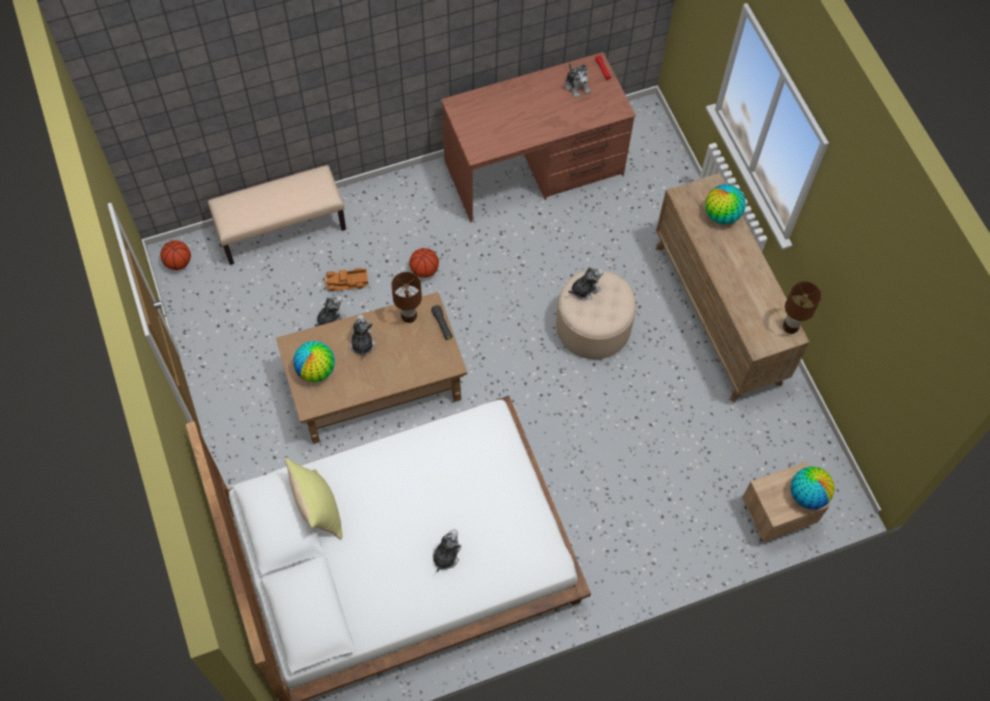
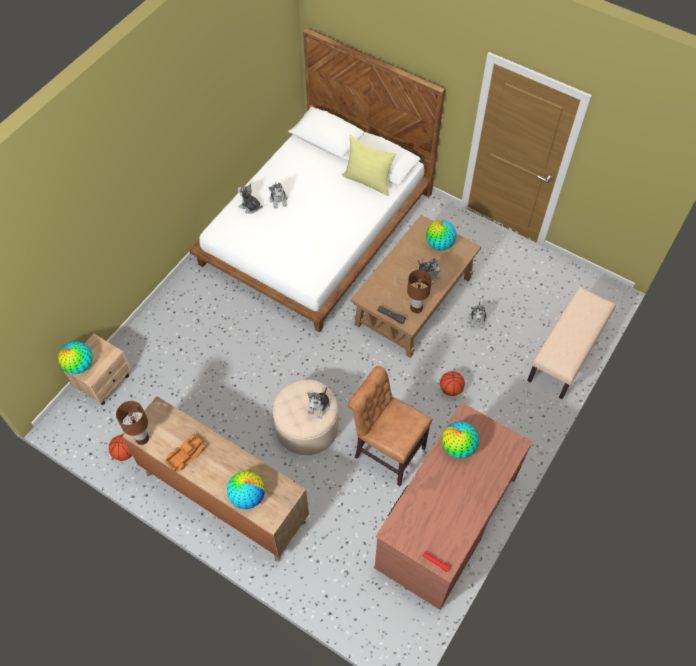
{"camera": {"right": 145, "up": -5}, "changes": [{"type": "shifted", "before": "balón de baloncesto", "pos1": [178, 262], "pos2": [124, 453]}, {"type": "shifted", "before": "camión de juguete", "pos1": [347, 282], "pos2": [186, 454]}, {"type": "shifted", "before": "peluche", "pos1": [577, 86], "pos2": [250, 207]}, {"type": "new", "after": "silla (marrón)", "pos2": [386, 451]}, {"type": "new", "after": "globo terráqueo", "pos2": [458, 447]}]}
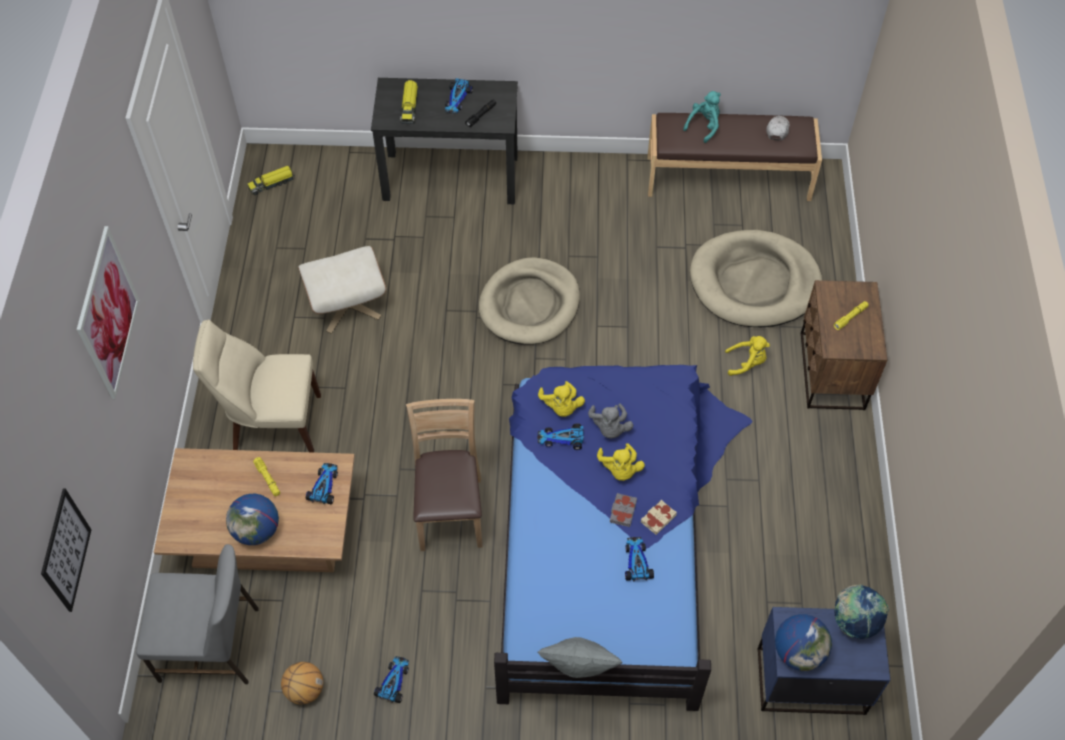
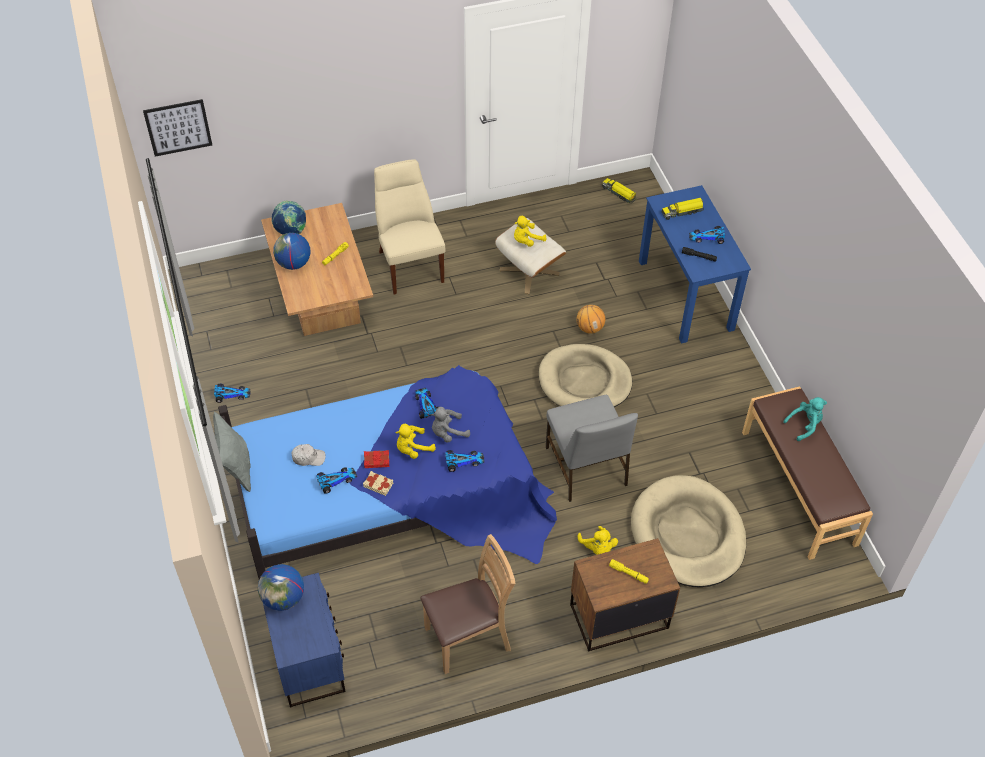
{"camera": {"right": 70, "up": -5}, "changes": [{"type": "shifted", "before": "globo terráqueo", "pos1": [854, 622], "pos2": [291, 231]}, {"type": "shifted", "before": "gorra (blanco)", "pos1": [777, 130], "pos2": [308, 457]}, {"type": "repainted", "before": "libro (gris)", "after": "libro (rojo)", "pos1": [622, 511], "pos2": [376, 460]}, {"type": "shifted", "before": "silla (marrón)", "pos1": [450, 512], "pos2": [468, 637]}, {"type": "shifted", "before": "coche de juguete", "pos1": [324, 486], "pos2": [463, 461]}, {"type": "shifted", "before": "peluche (amarillo)", "pos1": [561, 407], "pos2": [526, 241]}, {"type": "shifted", "before": "silla (gris)", "pos1": [211, 645], "pos2": [586, 468]}, {"type": "shifted", "before": "balón de baloncesto", "pos1": [304, 690], "pos2": [589, 328]}, {"type": "repainted", "before": "escritorio (negro)", "after": "escritorio (azul)", "pos1": [451, 177], "pos2": [685, 295]}, {"type": "rotated", "before": "peluche (turquesa)", "pos1": [704, 126], "pos2": [805, 425], "turn": -45}, {"type": "gone", "before": "cuadro", "pos1": [108, 313]}]}
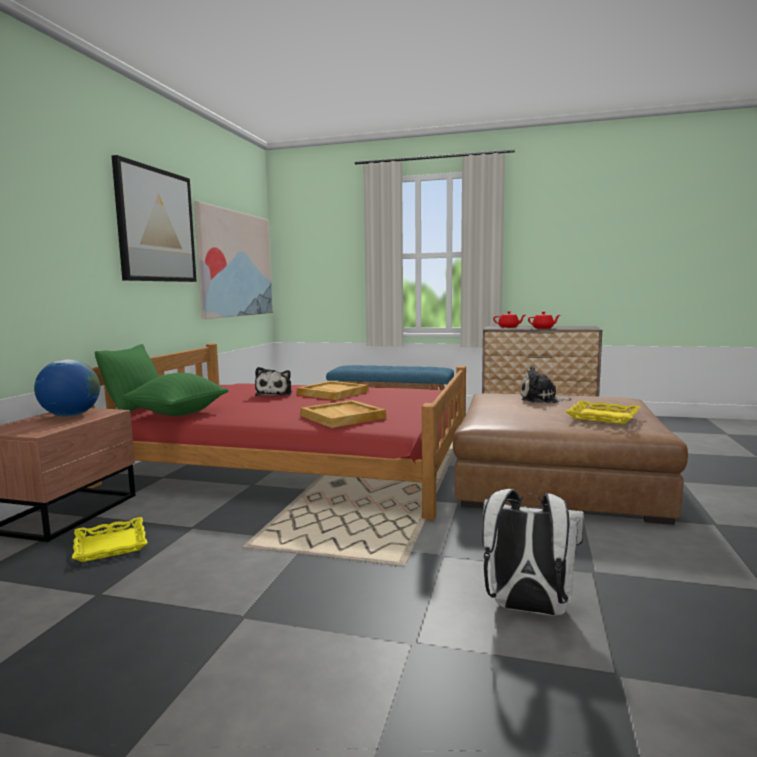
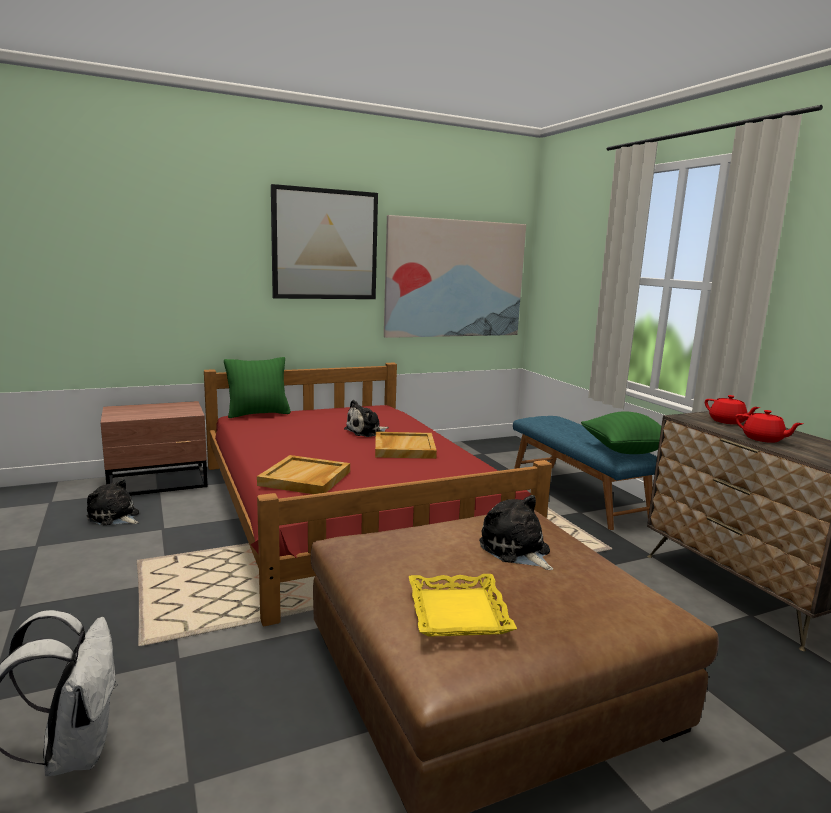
{"camera": {"right": 50, "up": 5}, "changes": [{"type": "swapped", "before": "bandeja (amarillo)", "after": "peluche", "pos1": [111, 545], "pos2": [114, 517]}, {"type": "shifted", "before": "cojín (verde)", "pos1": [178, 413], "pos2": [625, 450]}, {"type": "gone", "before": "globo terráqueo", "pos1": [70, 415]}]}
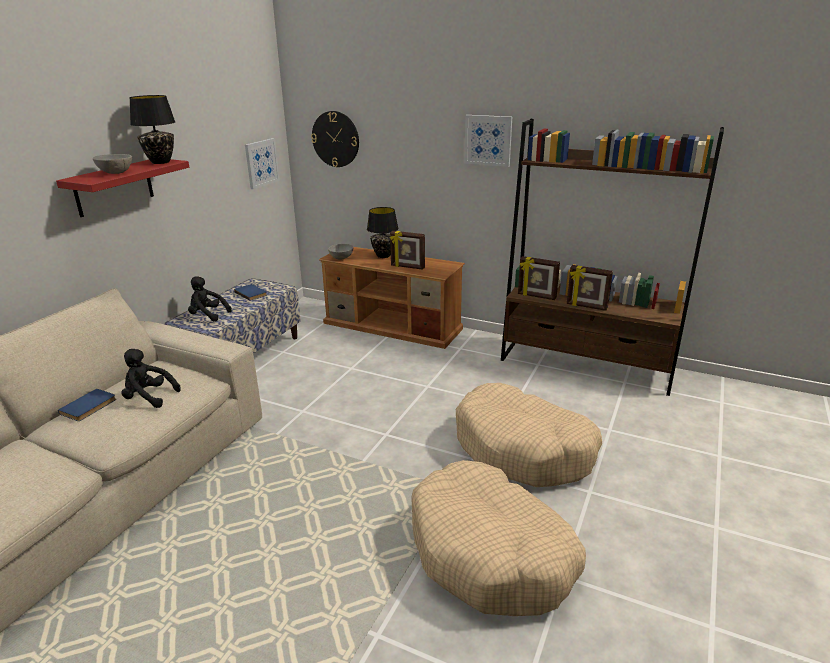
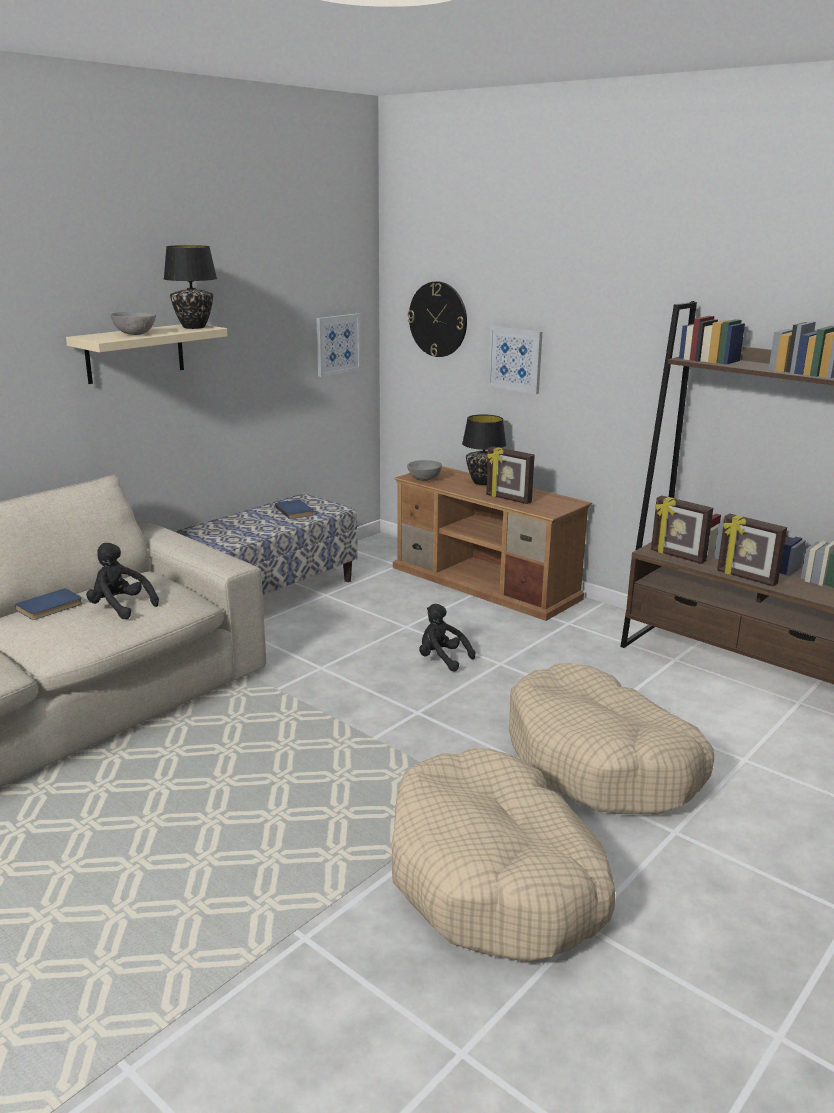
{"camera": {"right": 15, "up": -5}, "changes": [{"type": "repainted", "before": "estante (rojo)", "after": "estante (beis)", "pos1": [114, 187], "pos2": [135, 353]}, {"type": "shifted", "before": "peluche (negro)", "pos1": [207, 315], "pos2": [442, 659]}, {"type": "shifted", "before": "cuadro", "pos1": [488, 140], "pos2": [515, 359]}]}
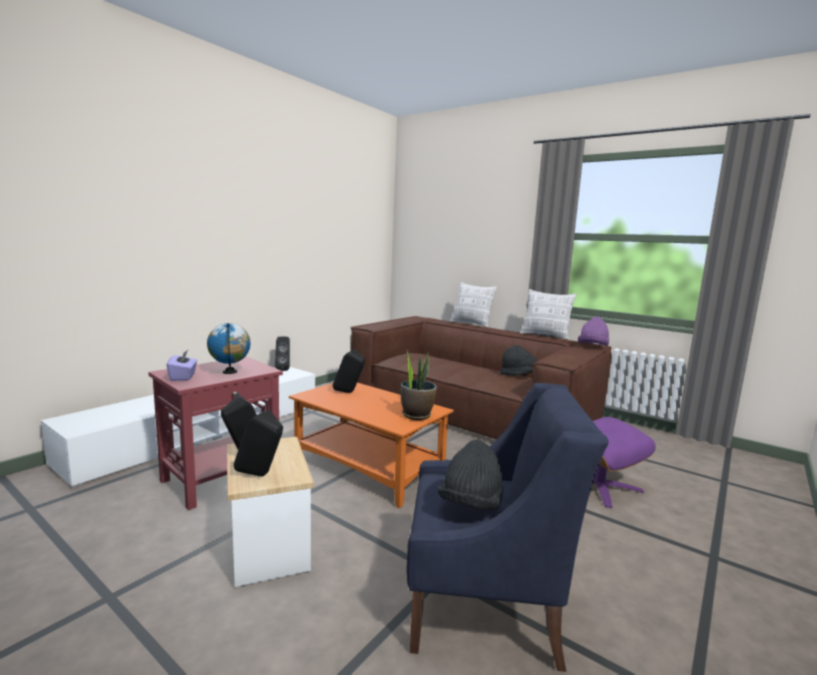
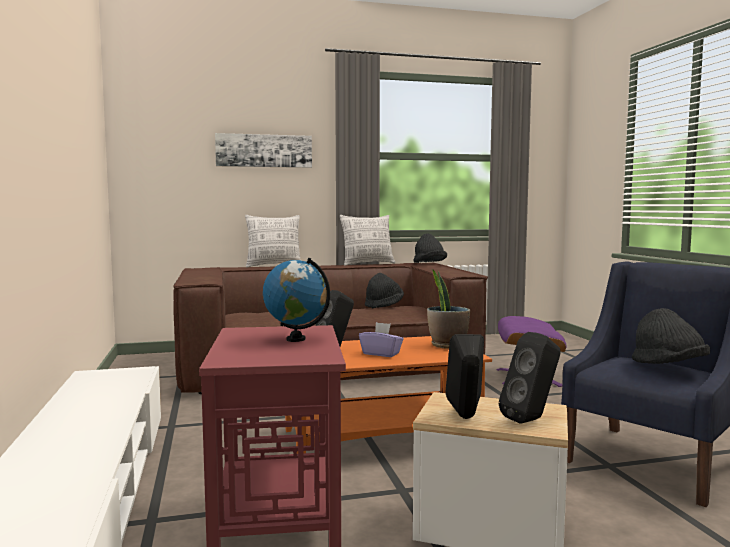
{"camera": {"right": -50, "up": -5}, "changes": [{"type": "new", "after": "cuadro", "pos2": [264, 151]}, {"type": "shifted", "before": "caja de pañuelos (morado)", "pos1": [183, 377], "pos2": [381, 353]}, {"type": "repainted", "before": "sombrero (morado)", "after": "sombrero (negro)", "pos1": [592, 347], "pos2": [429, 264]}, {"type": "gone", "before": "altavoz (negro)", "pos1": [283, 369]}]}
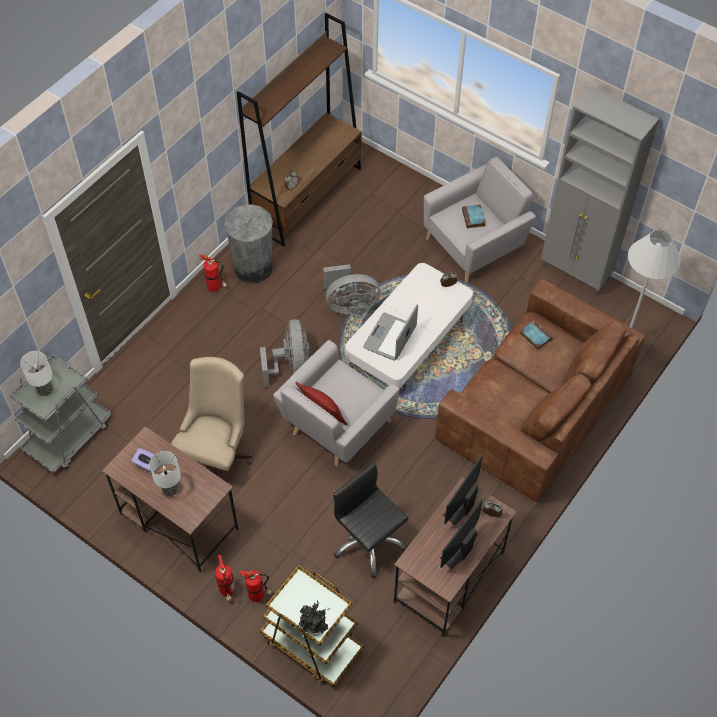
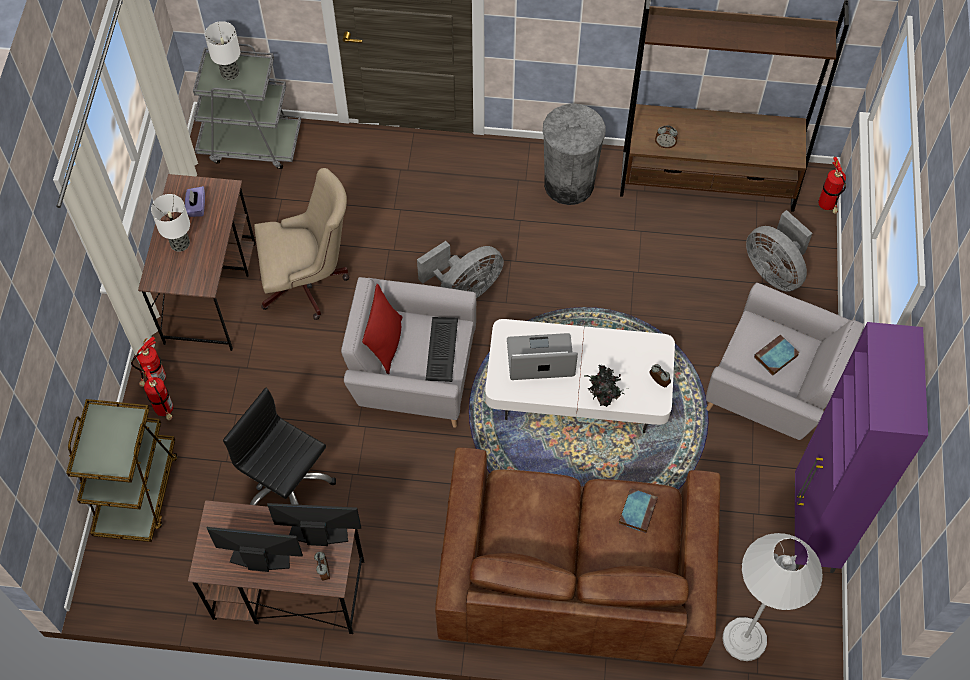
{"camera": {"right": 60, "up": 5}, "changes": [{"type": "rotated", "before": "silla de oficina (negro)", "pos1": [369, 542], "pos2": [287, 485], "turn": -75}, {"type": "new", "after": "teclado", "pos2": [441, 349]}, {"type": "shifted", "before": "planta en maceta", "pos1": [314, 628], "pos2": [603, 399]}, {"type": "shifted", "before": "ventilador (gris)", "pos1": [349, 305], "pos2": [774, 270]}, {"type": "repainted", "before": "armario (gris)", "after": "armario (morado)", "pos1": [575, 274], "pos2": [812, 529]}, {"type": "shifted", "before": "extintor", "pos1": [216, 288], "pos2": [827, 206]}]}
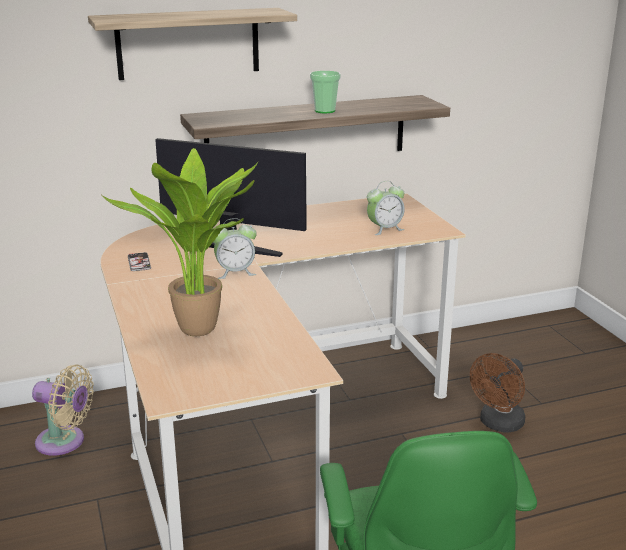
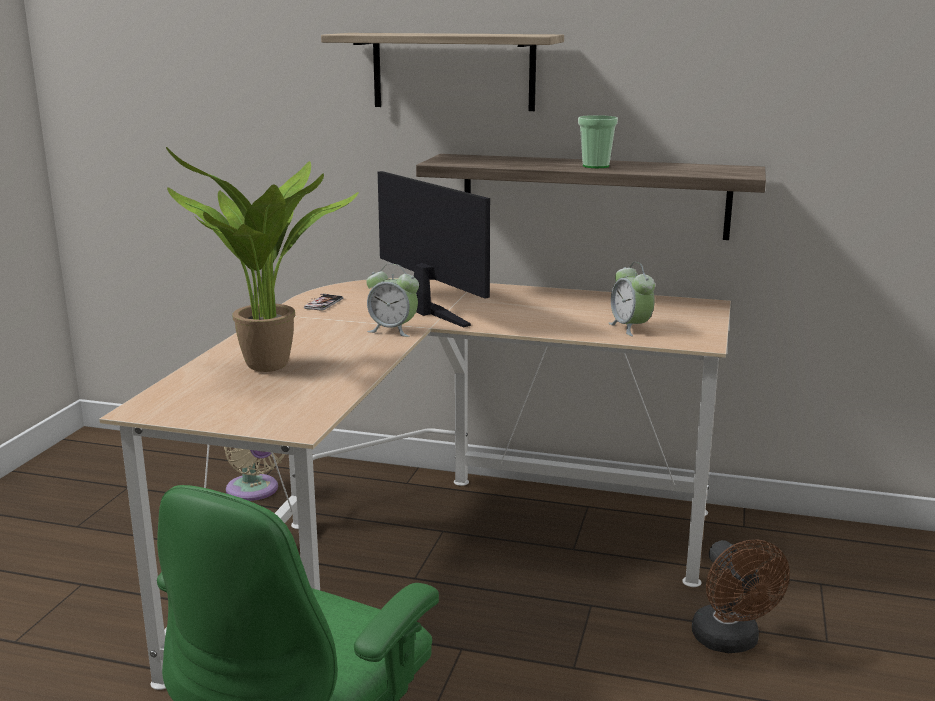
{"camera": {"right": 35, "up": -5}, "changes": [{"type": "rotated", "before": "despertador", "pos1": [385, 229], "pos2": [630, 328], "turn": 60}, {"type": "rotated", "before": "ventilador (marrón)", "pos1": [498, 424], "pos2": [730, 642], "turn": -90}]}
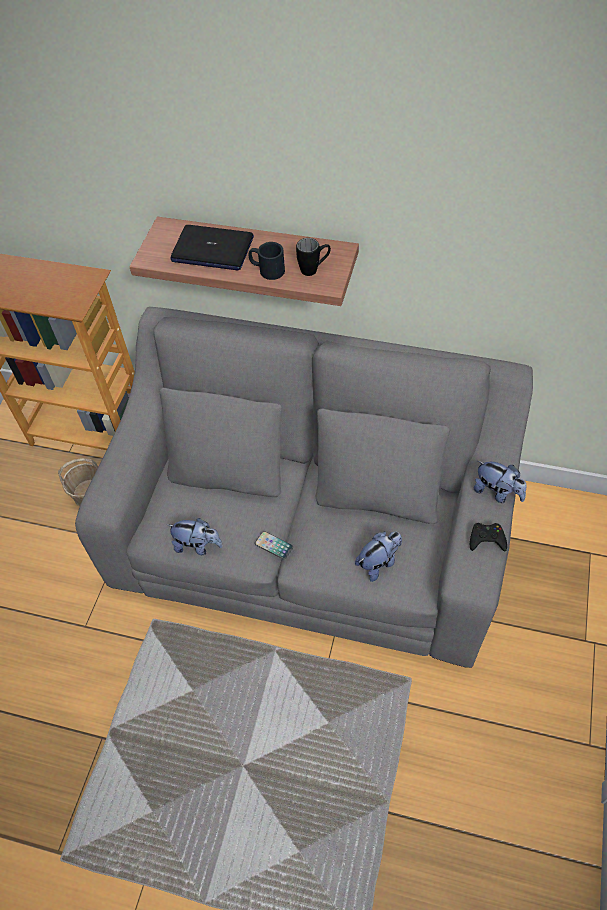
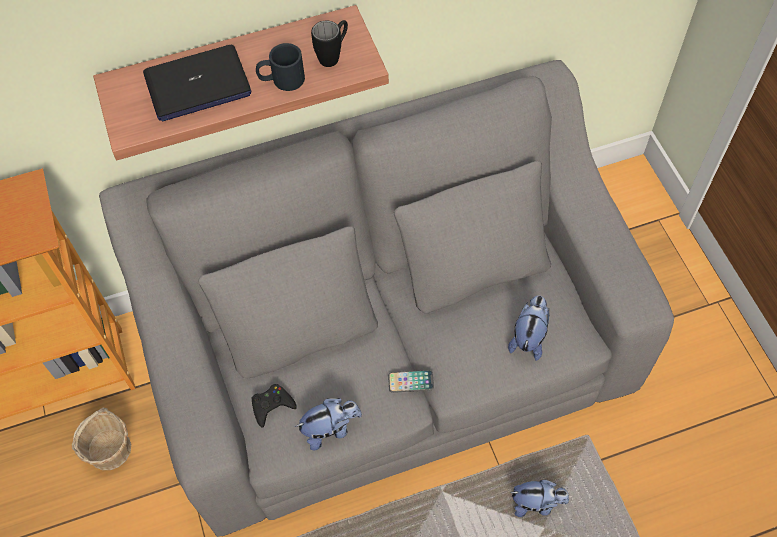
{"camera": {"right": -35, "up": 5}, "changes": [{"type": "shifted", "before": "mando de consola (negro)", "pos1": [486, 539], "pos2": [272, 406]}, {"type": "shifted", "before": "peluche", "pos1": [497, 492], "pos2": [536, 504]}]}
